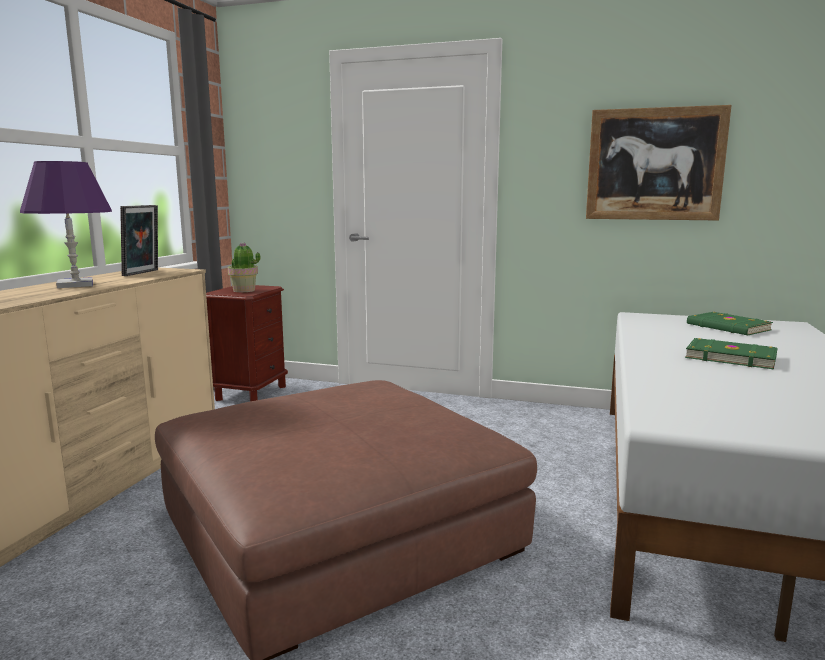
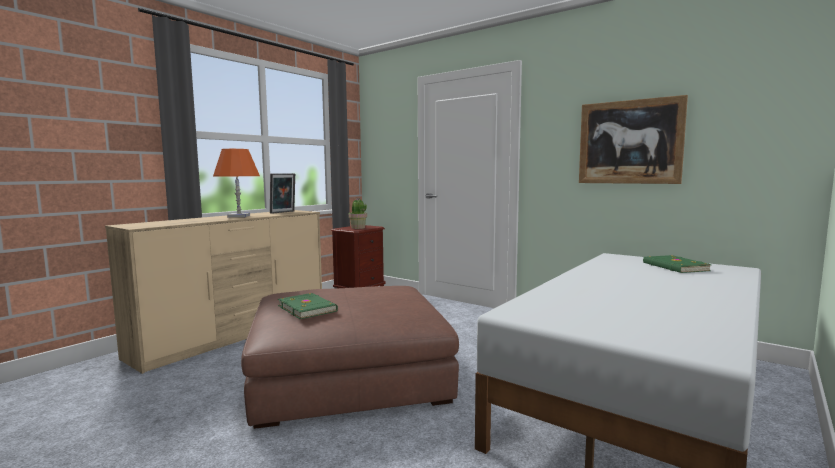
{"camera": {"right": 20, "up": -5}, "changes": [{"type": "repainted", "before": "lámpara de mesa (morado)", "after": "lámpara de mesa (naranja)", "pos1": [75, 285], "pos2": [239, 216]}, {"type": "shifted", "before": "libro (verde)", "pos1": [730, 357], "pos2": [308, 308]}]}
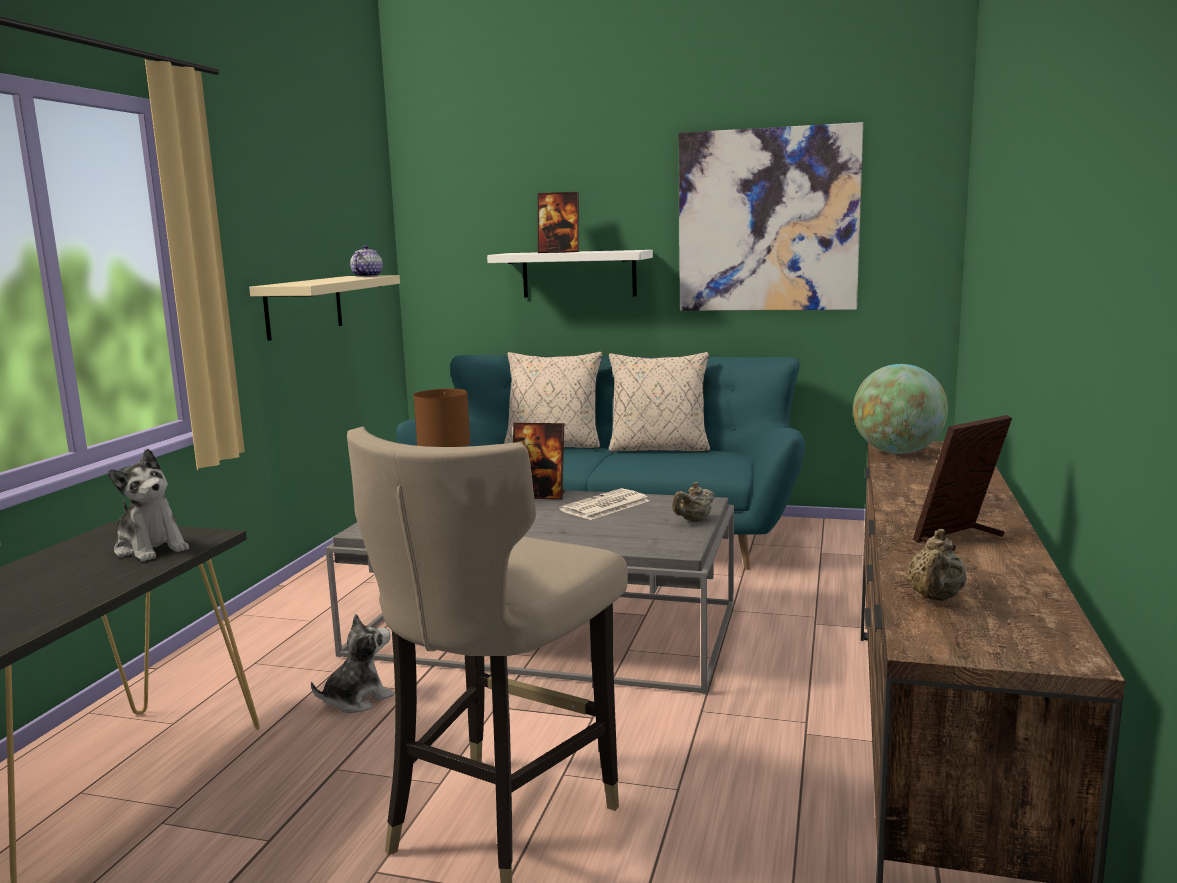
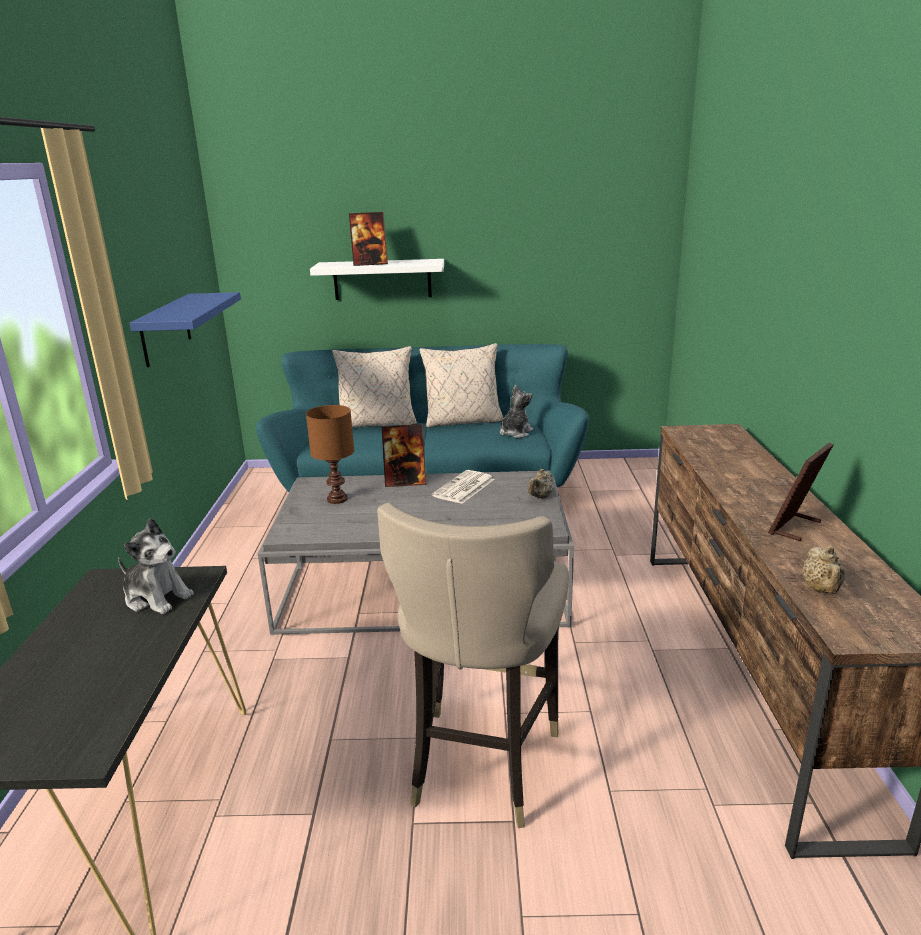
{"camera": {"right": -15, "up": 10}, "changes": [{"type": "repainted", "before": "estante (beis)", "after": "estante (azul)", "pos1": [304, 306], "pos2": [165, 329]}, {"type": "shifted", "before": "peluche", "pos1": [357, 699], "pos2": [515, 433]}, {"type": "gone", "before": "tetera", "pos1": [367, 276]}, {"type": "gone", "before": "cuadro", "pos1": [767, 220]}, {"type": "gone", "before": "globo terráqueo", "pos1": [897, 452]}]}
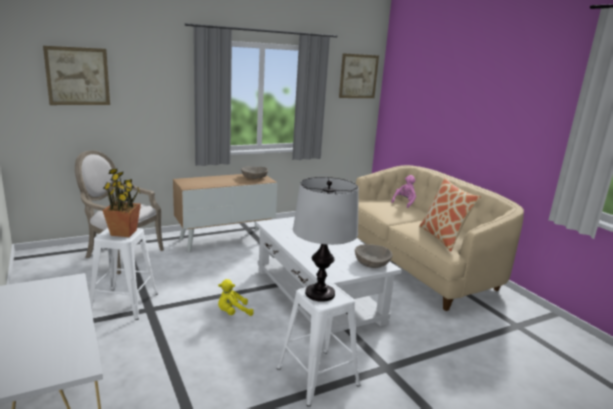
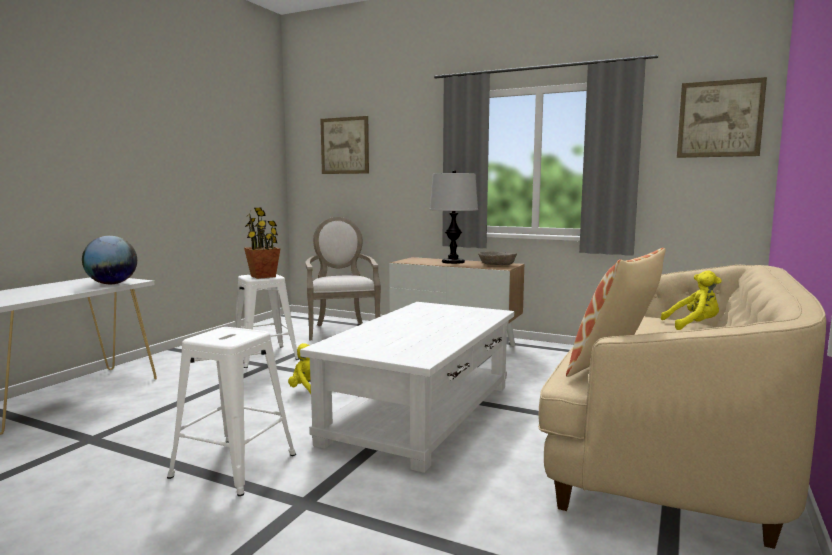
{"camera": {"right": 55, "up": -10}, "changes": [{"type": "new", "after": "globo terráqueo", "pos2": [111, 284]}, {"type": "shifted", "before": "lámpara de mesa", "pos1": [319, 294], "pos2": [452, 262]}, {"type": "repainted", "before": "peluche (rosa)", "after": "peluche (amarillo)", "pos1": [404, 202], "pos2": [693, 325]}, {"type": "gone", "before": "cuenco (beis)", "pos1": [372, 262]}]}
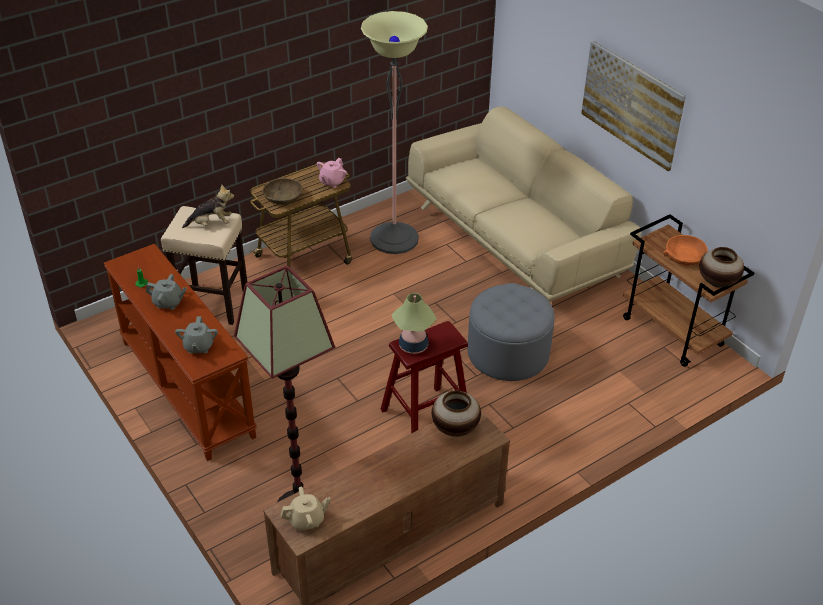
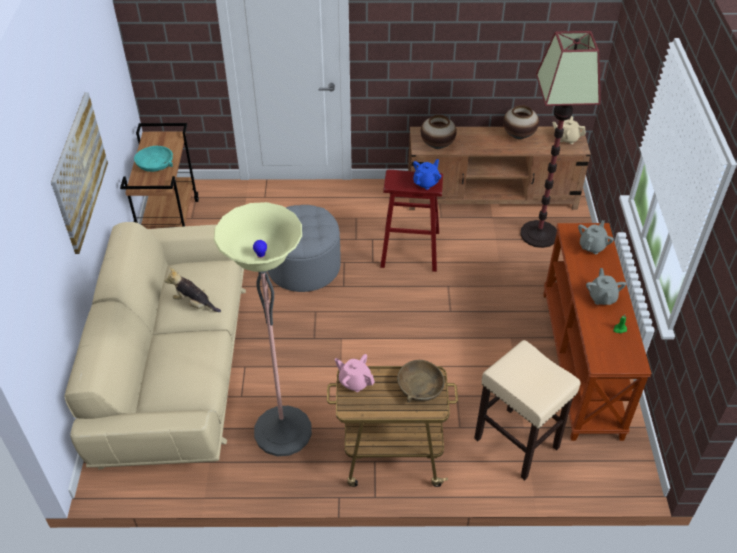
{"camera": {"right": -145, "up": 5}, "changes": [{"type": "repainted", "before": "cuenco (naranja)", "after": "cuenco (turquesa)", "pos1": [684, 256], "pos2": [155, 164]}, {"type": "shifted", "before": "peluche", "pos1": [211, 224], "pos2": [194, 304]}, {"type": "rotated", "before": "tetera (rosa)", "pos1": [332, 182], "pos2": [354, 381], "turn": -120}, {"type": "swapped", "before": "lámpara de mesa", "after": "tetera (azul)", "pos1": [413, 345], "pos2": [426, 182]}, {"type": "shifted", "before": "florero", "pos1": [717, 282], "pos2": [518, 135]}, {"type": "rotated", "before": "tetera (gris)", "pos1": [168, 303], "pos2": [602, 297], "turn": 45}]}
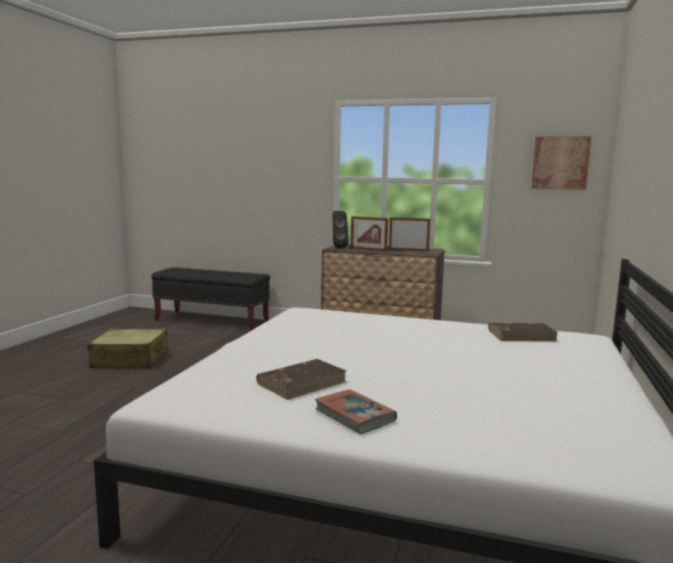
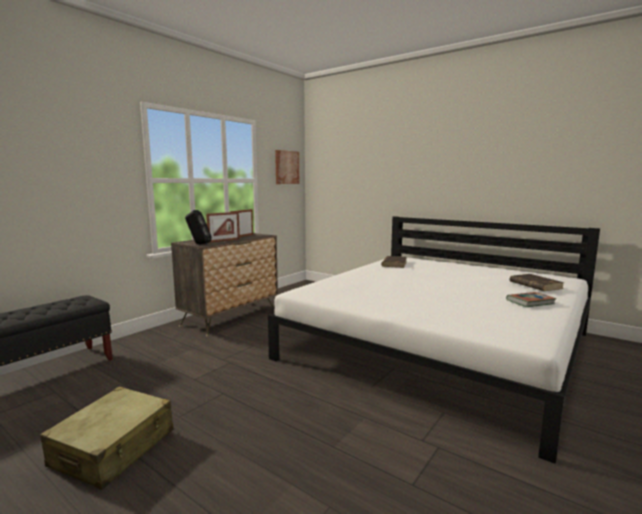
{"camera": {"right": -70, "up": 0}, "changes": [{"type": "shifted", "before": "libro (marrón)", "pos1": [302, 382], "pos2": [535, 285]}]}
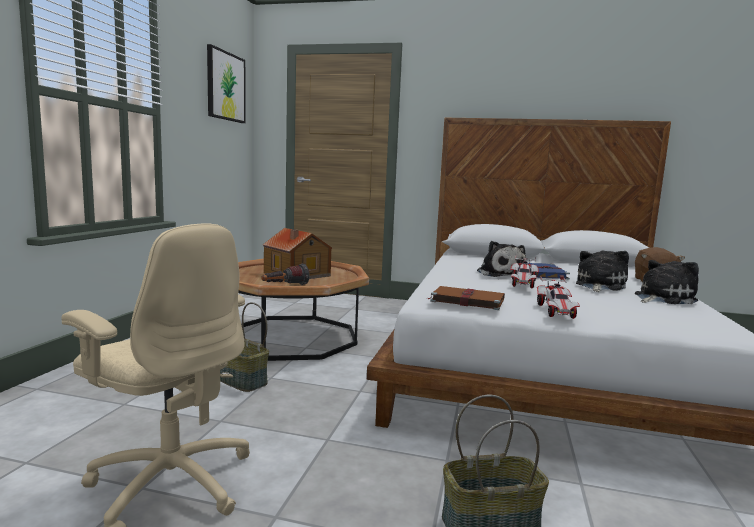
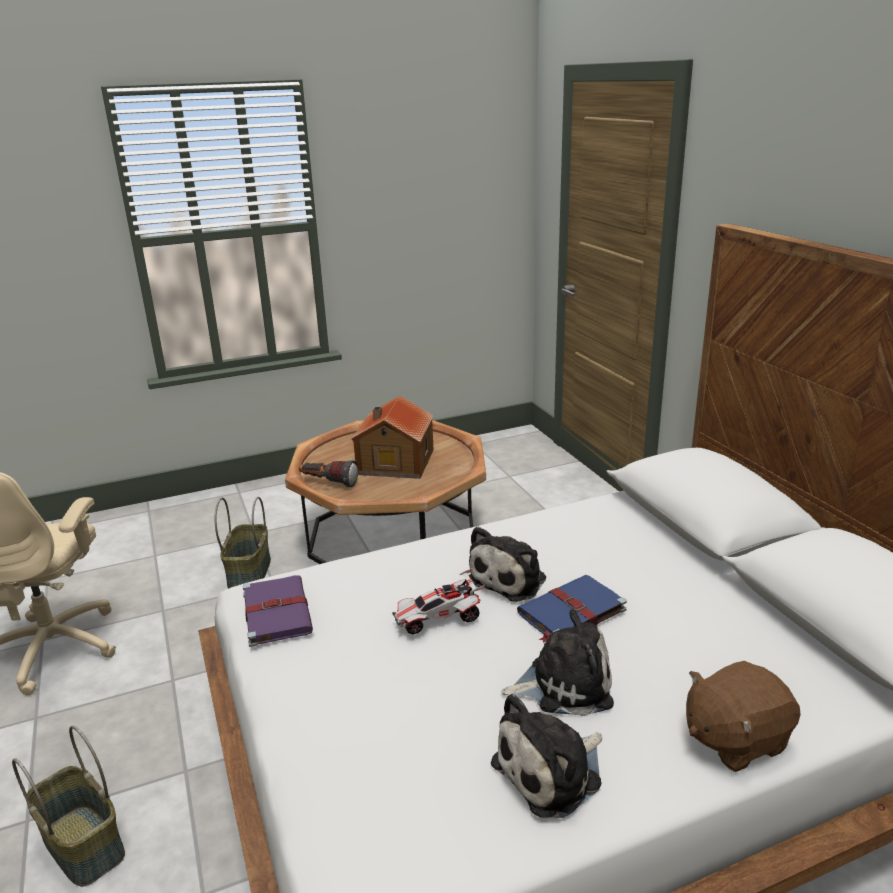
{"camera": {"right": 55, "up": 15}, "changes": [{"type": "repainted", "before": "libro (marrón)", "after": "libro (morado)", "pos1": [466, 300], "pos2": [276, 611]}, {"type": "rotated", "before": "peluche", "pos1": [662, 298], "pos2": [552, 772], "turn": 120}, {"type": "gone", "before": "cuadro", "pos1": [225, 86]}, {"type": "gone", "before": "coche de juguete", "pos1": [556, 311]}]}
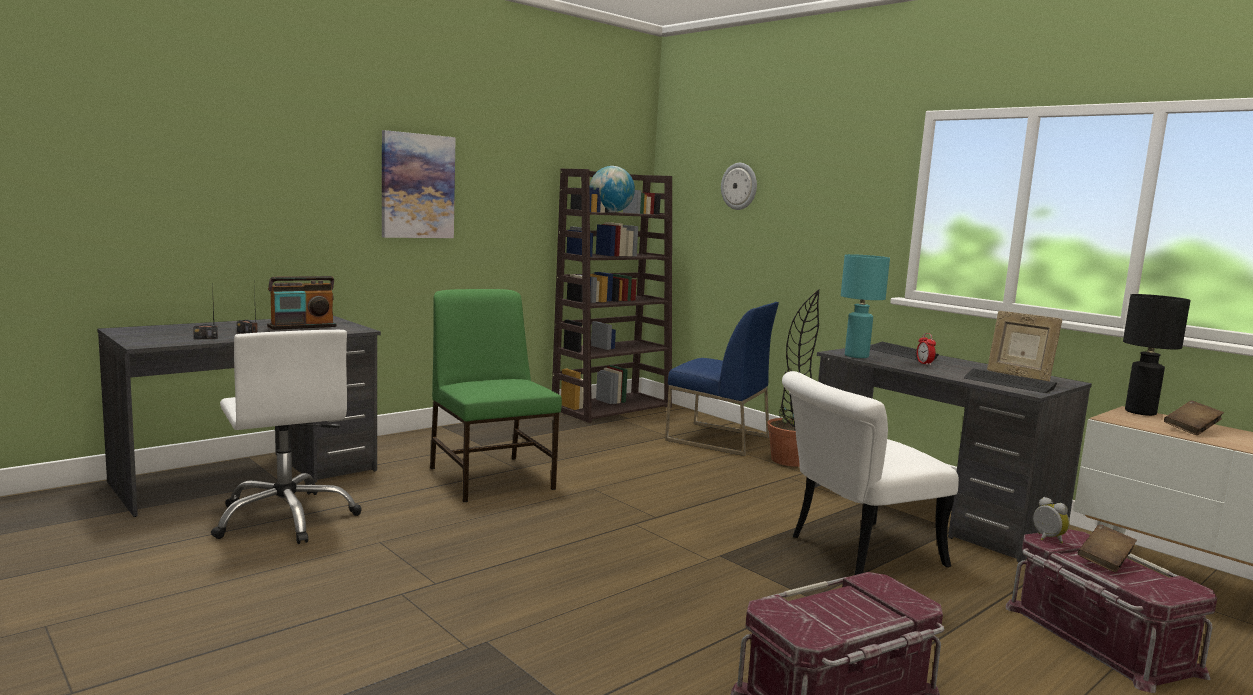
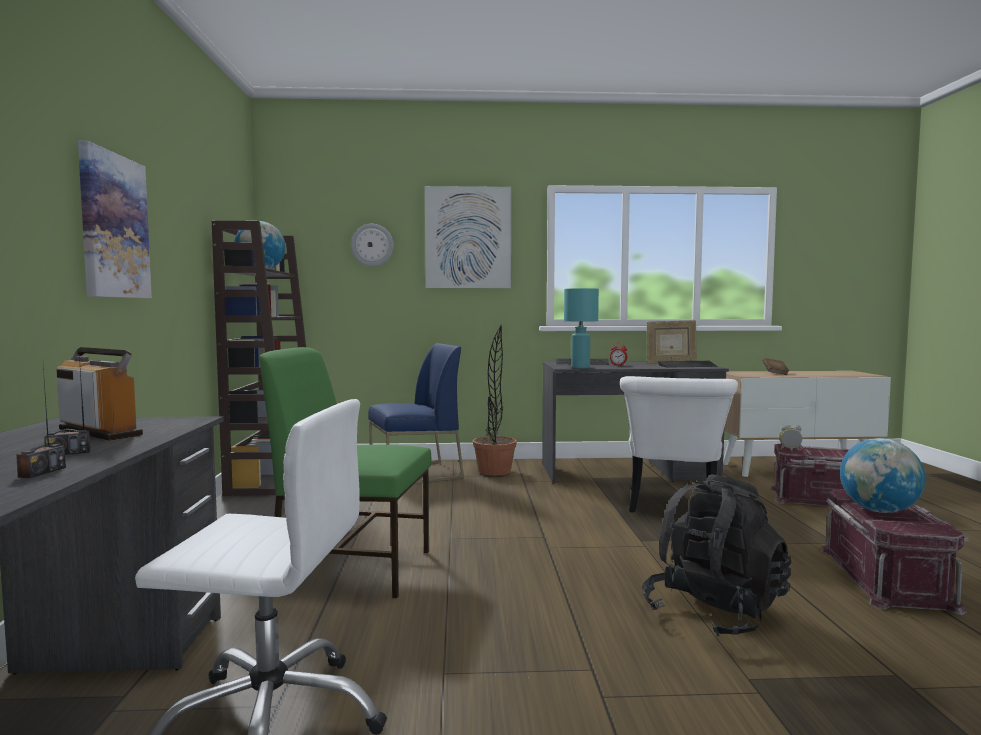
{"camera": {"right": -50, "up": -5}, "changes": [{"type": "rotated", "before": "radio", "pos1": [302, 326], "pos2": [100, 432], "turn": -60}, {"type": "new", "after": "cuadro", "pos2": [468, 237]}, {"type": "new", "after": "mochila (negro)", "pos2": [714, 612]}, {"type": "new", "after": "globo terráqueo", "pos2": [879, 511]}, {"type": "gone", "before": "libro (marrón)", "pos1": [1105, 561]}, {"type": "gone", "before": "lámpara de mesa (negro)", "pos1": [1140, 412]}]}
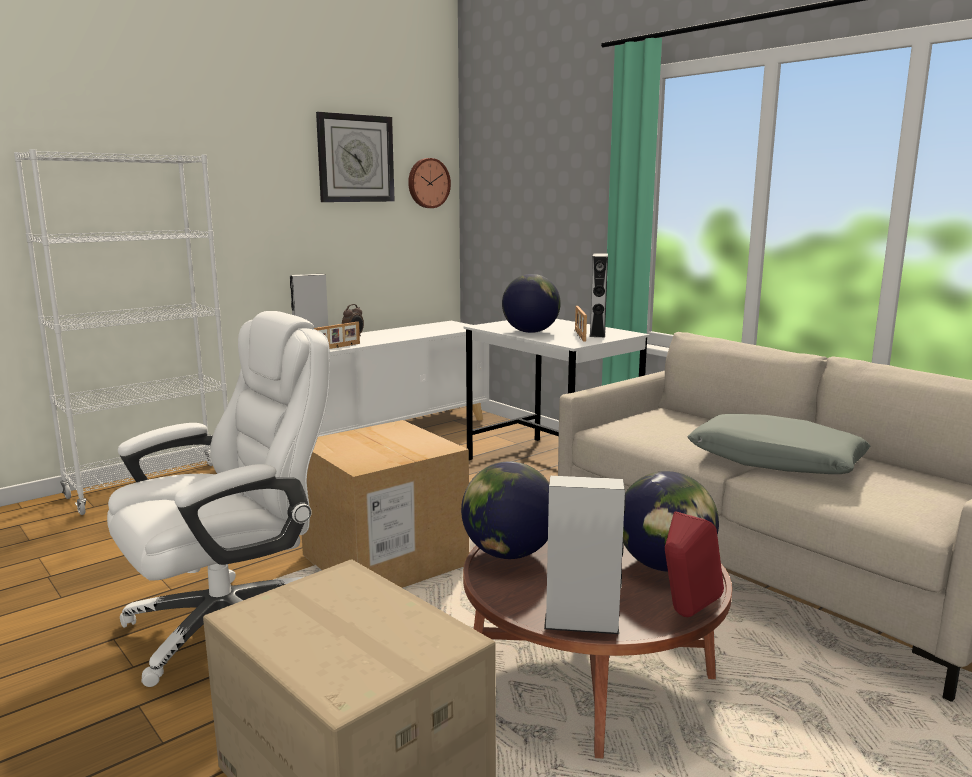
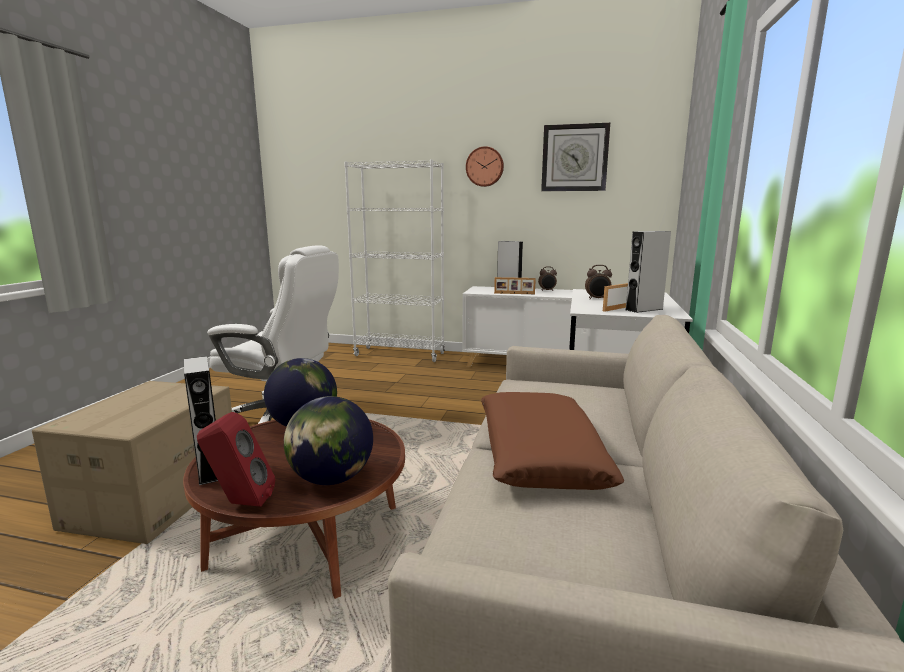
{"camera": {"right": 55, "up": 0}, "changes": [{"type": "shifted", "before": "reloj de pared", "pos1": [428, 183], "pos2": [485, 166]}, {"type": "repainted", "before": "cojín (gris)", "after": "cojín (marrón)", "pos1": [775, 461], "pos2": [539, 454]}, {"type": "swapped", "before": "globo terráqueo", "after": "despertador", "pos1": [530, 332], "pos2": [597, 299]}, {"type": "gone", "before": "caja de cartón", "pos1": [384, 560]}]}
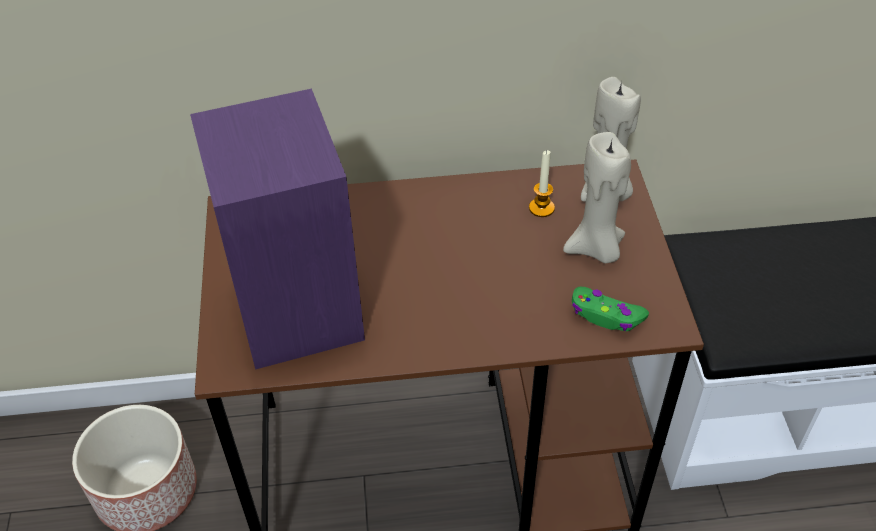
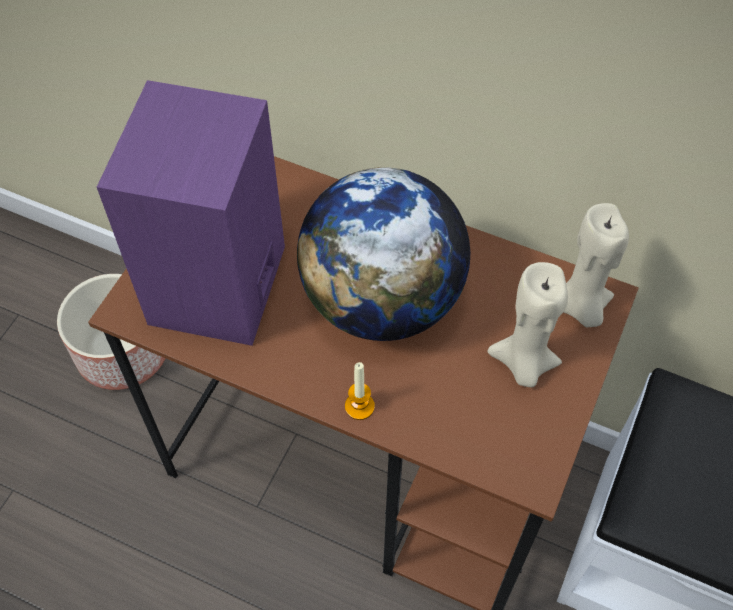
{"camera": {"right": 30, "up": 10}, "changes": [{"type": "new", "after": "globo terráqueo", "pos2": [382, 300]}, {"type": "shifted", "before": "vela", "pos1": [541, 208], "pos2": [359, 406]}, {"type": "gone", "before": "mando de consola (verde)", "pos1": [606, 315]}]}
